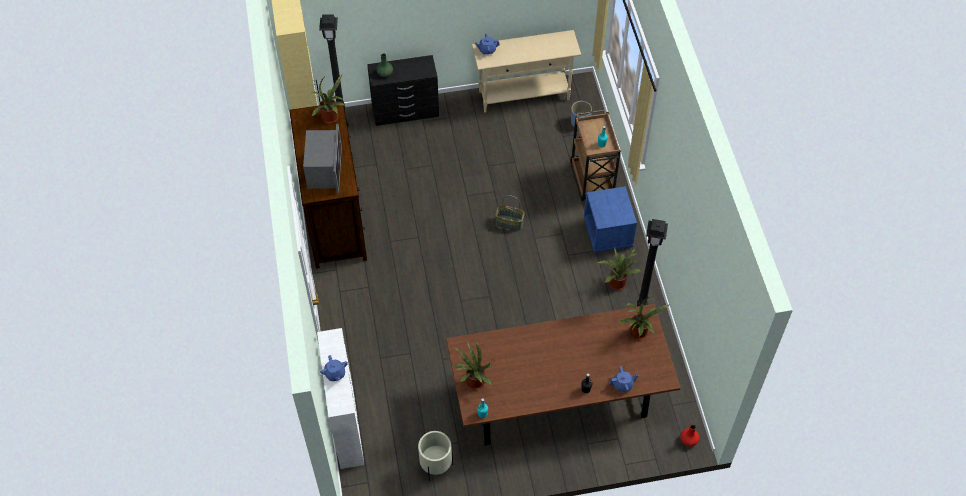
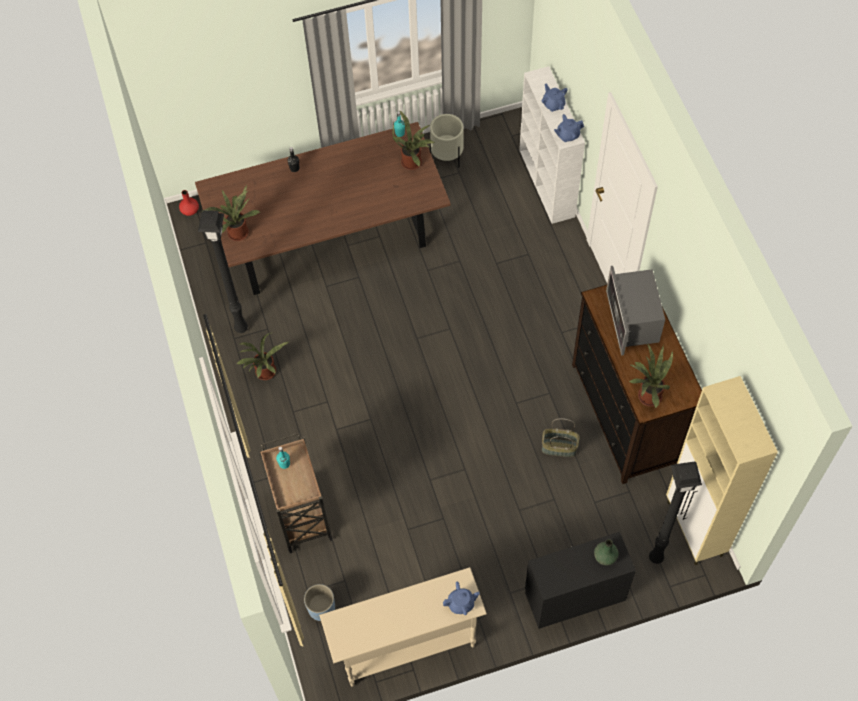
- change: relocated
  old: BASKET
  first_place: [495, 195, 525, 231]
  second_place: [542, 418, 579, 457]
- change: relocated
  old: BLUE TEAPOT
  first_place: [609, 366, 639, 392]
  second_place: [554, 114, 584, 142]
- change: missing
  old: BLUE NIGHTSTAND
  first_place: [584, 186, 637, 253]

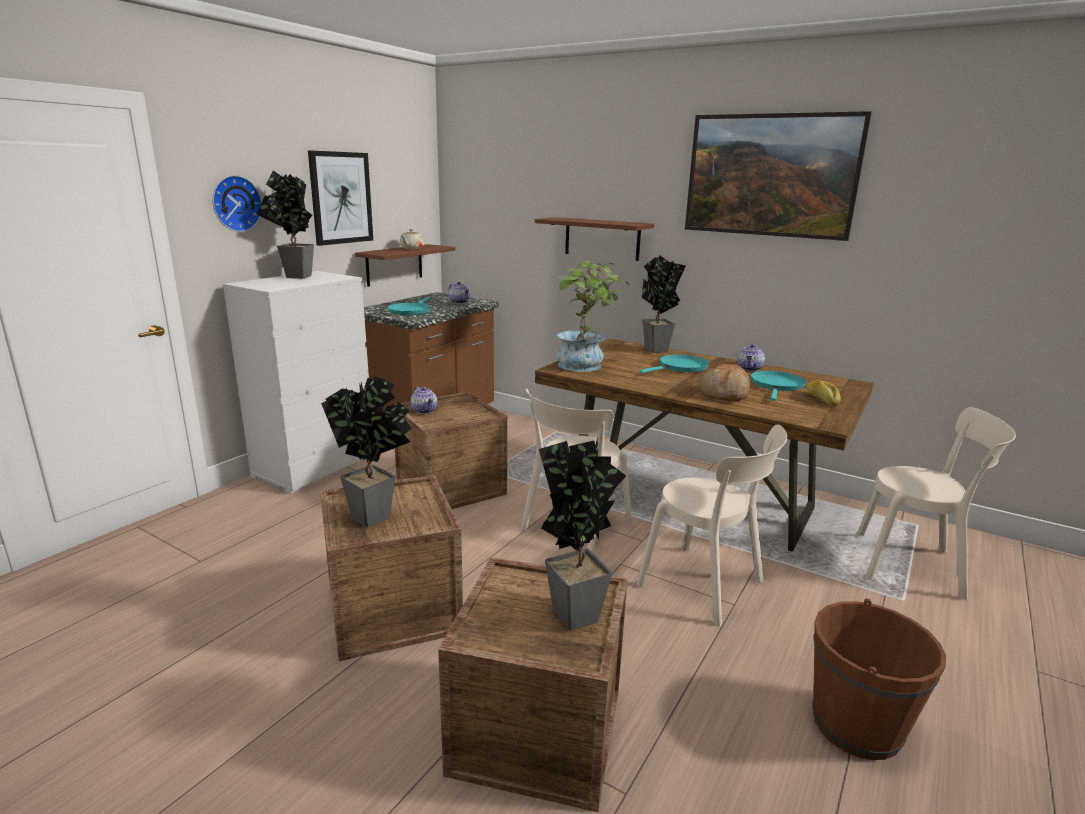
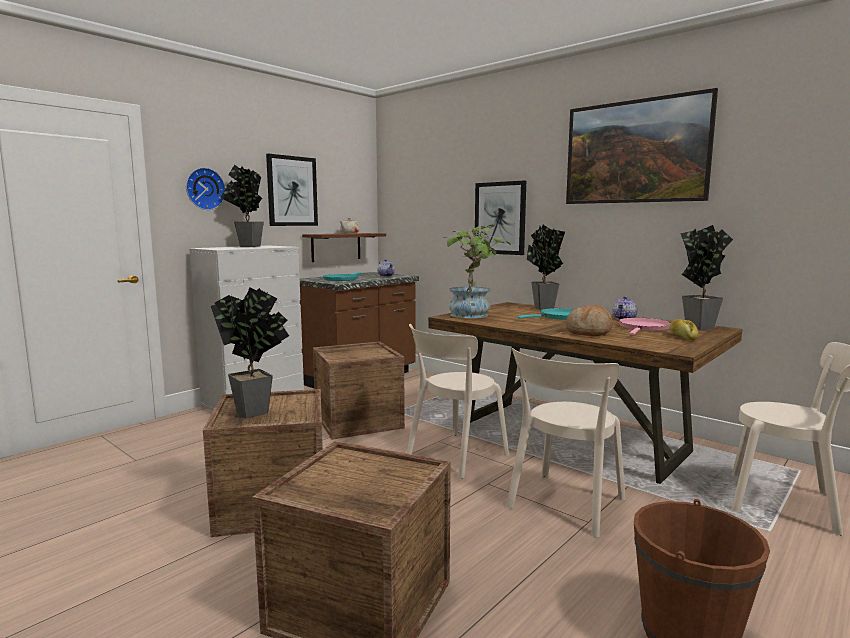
- change: exchanged
  old: BROWN SHELF
  new: PICTURE
  first_place: [535, 217, 654, 261]
  second_place: [474, 180, 526, 255]
- change: spun
  old: BEIGE CHAIR
  first_place: [637, 425, 787, 626]
  second_place: [506, 348, 626, 538]
  degrees: 75
- change: colour
  old: TURQUOISE FRYING PAN
  new: PINK FRYING PAN
  first_place: [750, 371, 806, 401]
  second_place: [619, 318, 671, 335]
- change: relocated
  old: POTTED PLANT
  first_place: [539, 437, 626, 631]
  second_place: [680, 225, 733, 330]
- change: missing
  old: TEAPOT
  first_place: [411, 386, 437, 414]

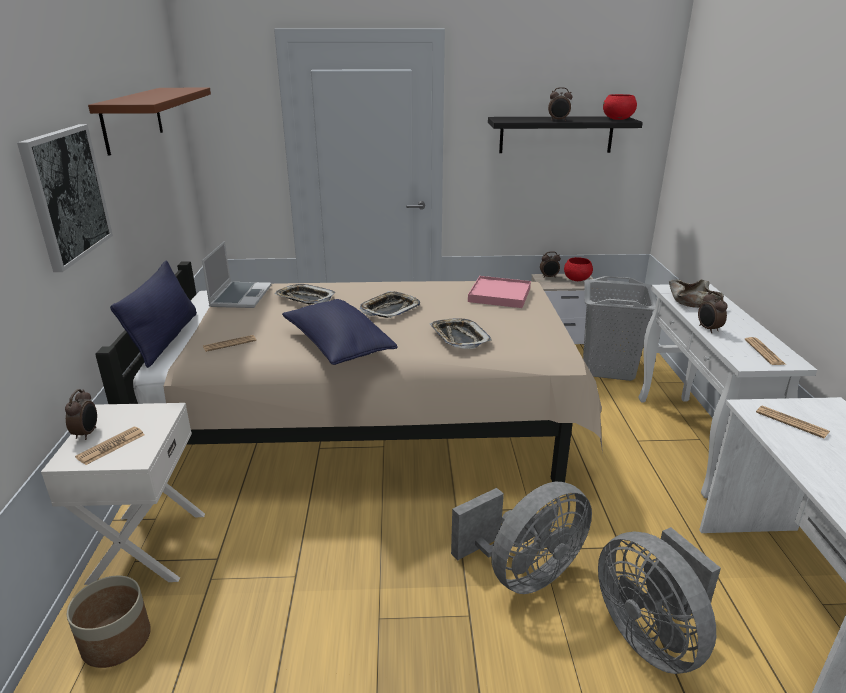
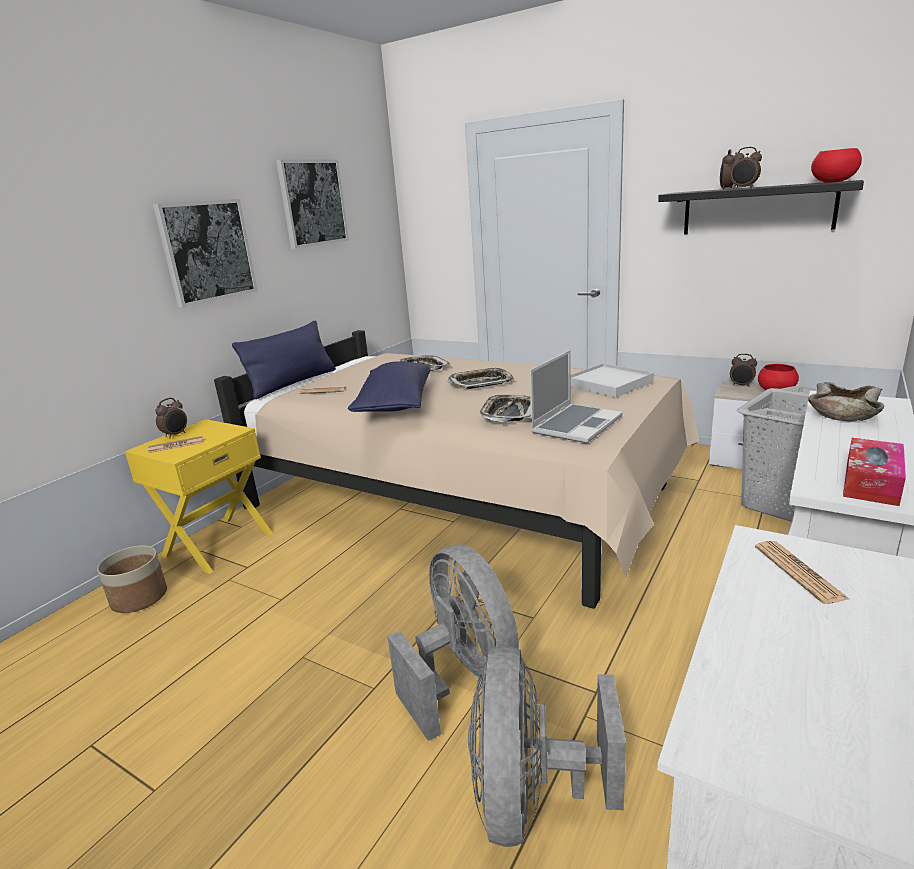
- change: colour
  old: WHITE NIGHTSTAND
  new: YELLOW NIGHTSTAND
  first_place: [41, 403, 205, 585]
  second_place: [124, 419, 273, 574]
- change: exchanged
  old: BROWN SHELF
  new: PICTURE
  first_place: [88, 88, 211, 156]
  second_place: [276, 159, 349, 249]
- change: spun
  old: GREY FAN
  first_place: [451, 482, 592, 594]
  second_place: [387, 544, 519, 741]
  degrees: -120
- change: relocated
  old: LAPTOP
  first_place: [202, 241, 272, 308]
  second_place: [530, 350, 623, 443]
- change: colour
  old: PINK TRAY
  new: WHITE TRAY
  first_place: [468, 276, 531, 308]
  second_place: [571, 363, 654, 398]
- change: relocated
  old: ALARM CLOCK
  first_place: [698, 291, 728, 333]
  second_place: [720, 149, 734, 190]
- change: exchanged
  old: NEWSPAPER
  new: TISSUE BOX
  first_place: [745, 337, 786, 365]
  second_place: [843, 438, 906, 506]

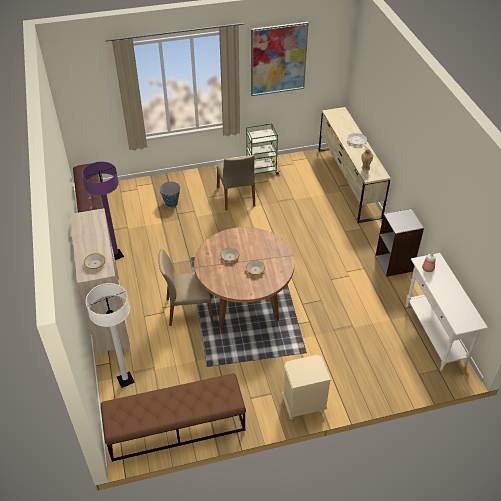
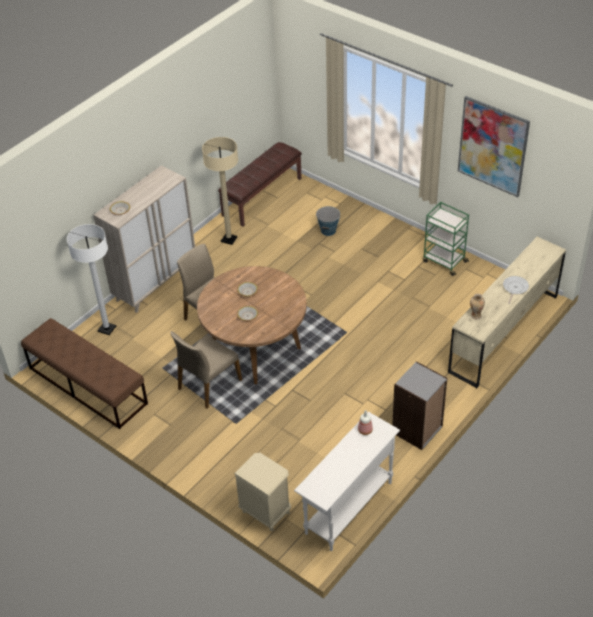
- change: relocated
  old: BEIGE CHAIR
  first_place: [217, 154, 255, 210]
  second_place: [170, 331, 242, 408]
- change: colour
  old: PURPLE FLOOR LAMP
  new: BEIGE FLOOR LAMP
  first_place: [82, 162, 124, 260]
  second_place: [202, 137, 238, 245]
- change: relocated
  old: BEIGE NIGHTSTAND
  first_place: [282, 355, 332, 420]
  second_place: [234, 453, 291, 531]

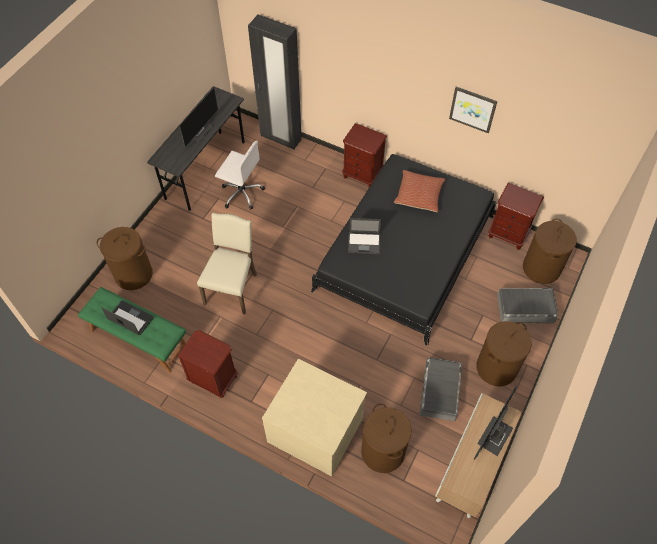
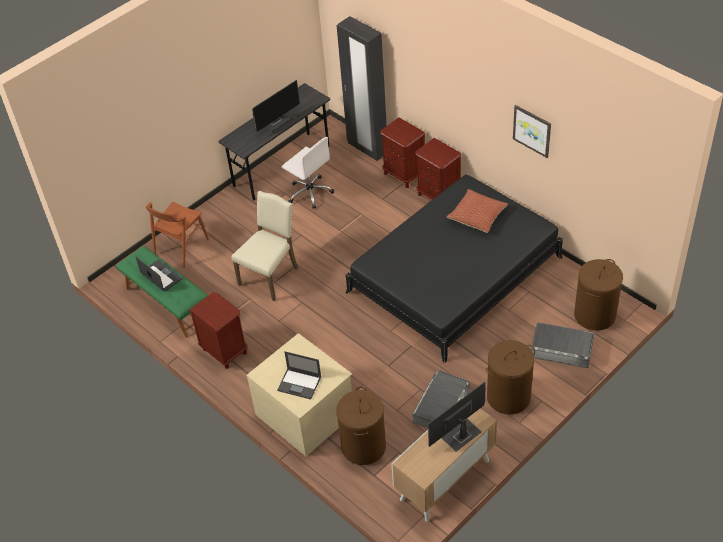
- change: exchanged
  old: BROWN LAUNDRY BASKET
  new: BROWN CHAIR
  first_place: [97, 227, 153, 290]
  second_place: [146, 202, 209, 268]
- change: relocated
  old: LAPTOP
  first_place: [348, 218, 382, 254]
  second_place: [277, 351, 321, 399]
- change: relocated
  old: BROWN NIGHTSTAND
  first_place: [488, 183, 544, 250]
  second_place: [380, 118, 426, 188]

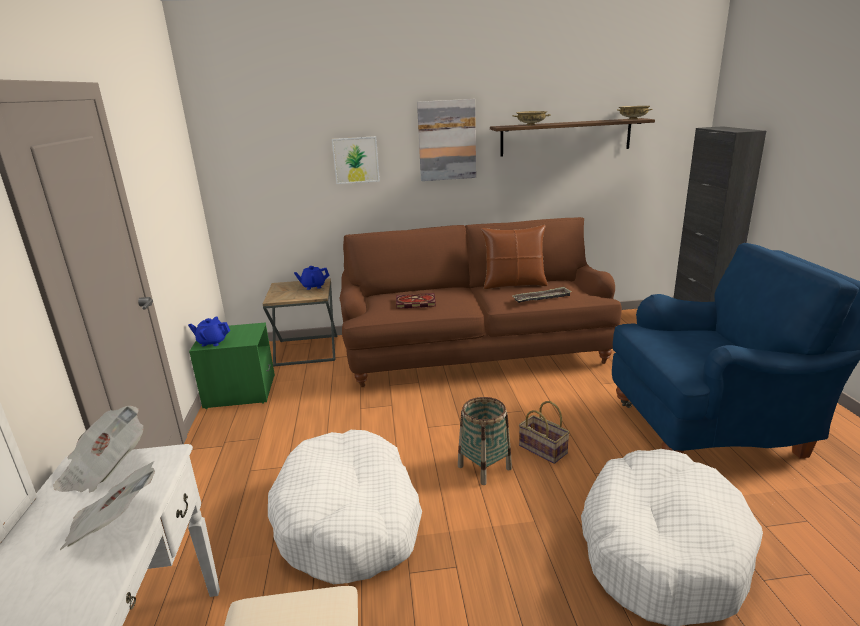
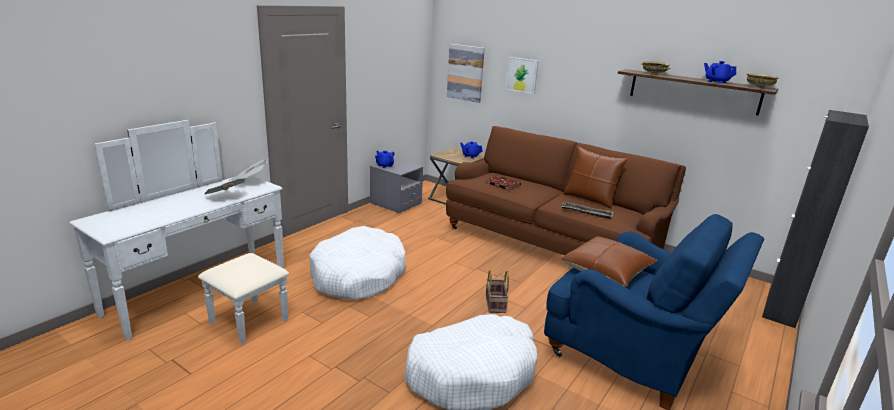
- change: colour
  old: GREEN NIGHTSTAND
  new: GREY NIGHTSTAND
  first_place: [189, 322, 275, 409]
  second_place: [370, 159, 423, 213]
- change: relocated
  old: PICTURE
  first_place: [417, 99, 476, 181]
  second_place: [447, 44, 485, 103]
- change: appeared
  new: BROWN PILLOW
  second_place: [561, 237, 658, 287]
- change: appeared
  new: BLUE TEAPOT
  second_place: [704, 61, 736, 84]
- change: missing
  old: BASKET
  first_place: [458, 397, 512, 485]

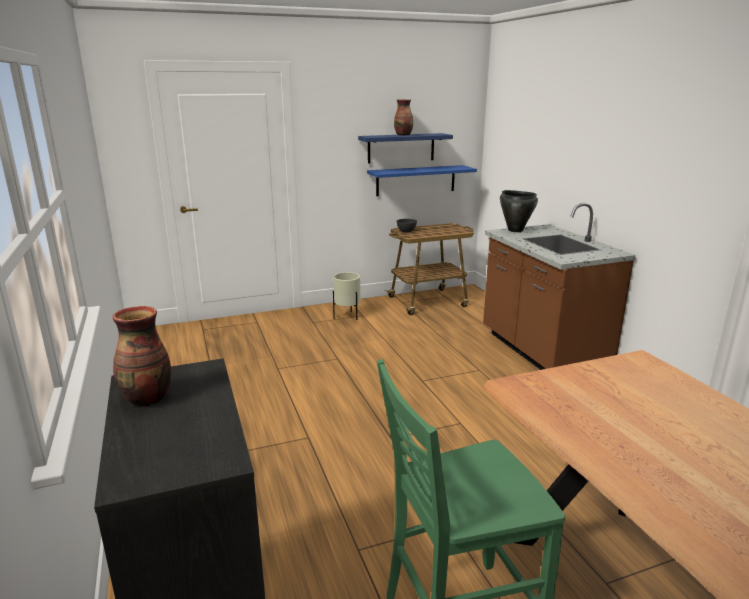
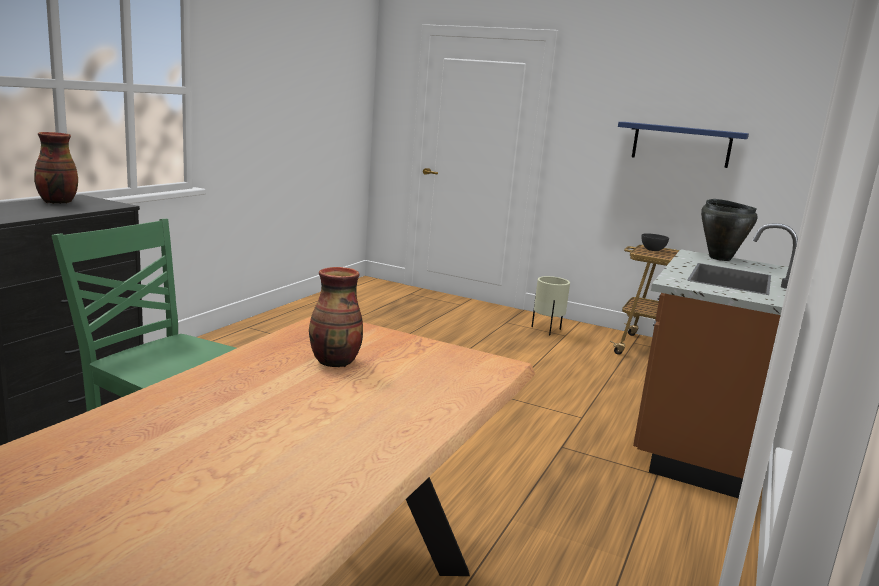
- change: relocated
  old: VASE
  first_place: [394, 99, 413, 135]
  second_place: [309, 267, 363, 367]
- change: missing
  old: BLUE SHELF
  first_place: [367, 165, 477, 196]

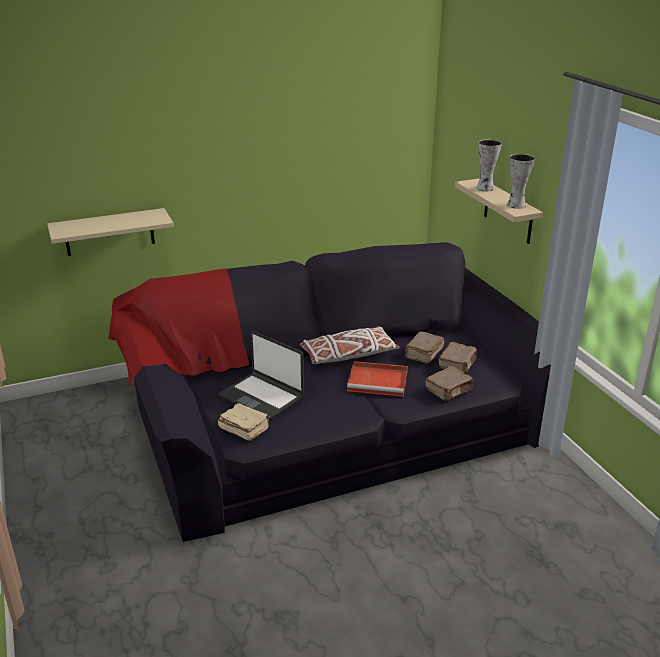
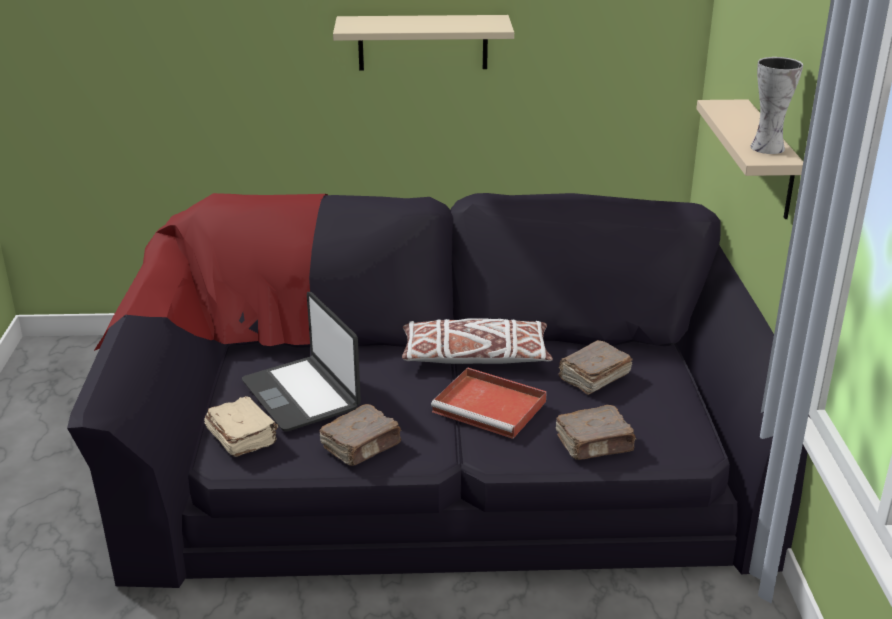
- change: relocated
  old: BROWN BOOK
  first_place: [439, 342, 477, 374]
  second_place: [319, 404, 402, 466]
- change: relocated
  old: BEIGE SHELF
  first_place: [47, 208, 174, 256]
  second_place: [333, 15, 514, 71]
- change: missing
  old: VASE
  first_place: [476, 139, 502, 191]

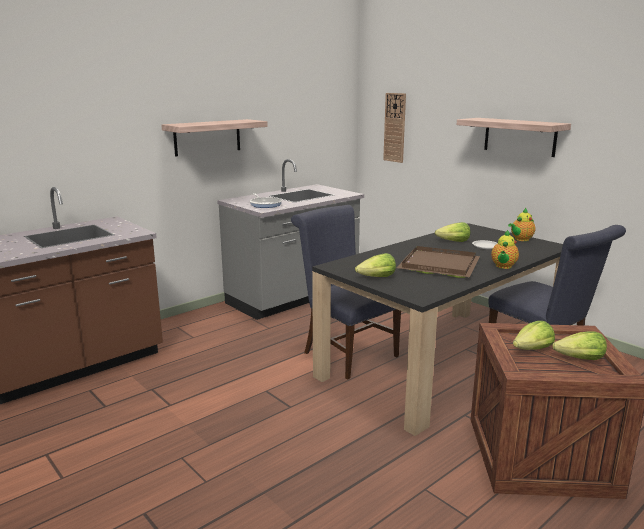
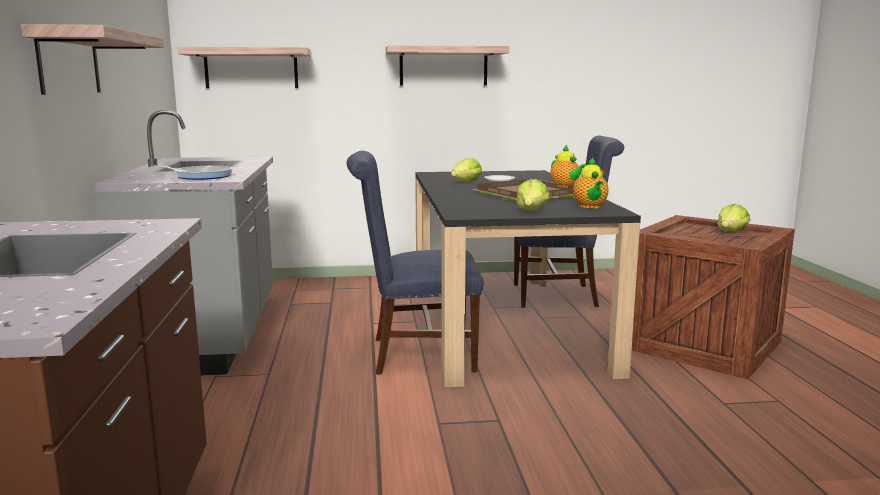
- change: exchanged
  old: WALL CLOCK
  new: SHELF
  first_place: [383, 93, 406, 163]
  second_place: [178, 47, 311, 88]
- change: relocated
  old: TEAPOT
  first_place: [508, 208, 536, 241]
  second_place: [573, 157, 609, 208]
- change: missing
  old: LETTUCE
  first_place: [513, 321, 555, 350]

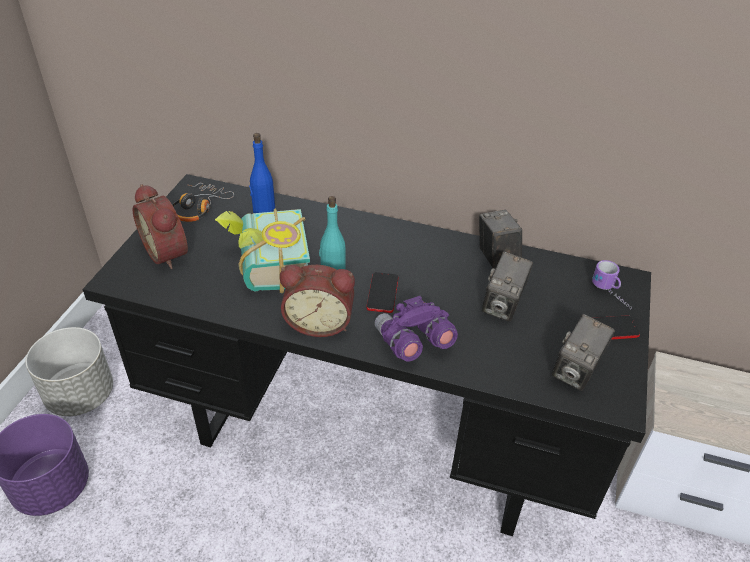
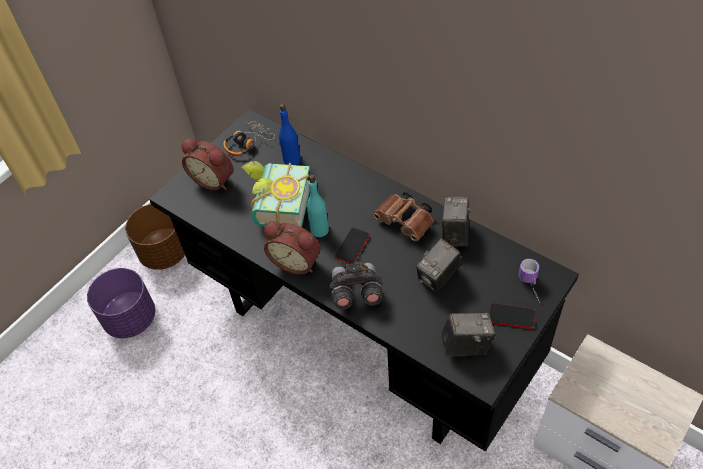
- change: colour
  old: GREY PLANTER
  new: BROWN PLANTER
  first_place: [26, 327, 113, 416]
  second_place: [125, 204, 185, 270]
- change: spun
  old: ALARM CLOCK
  first_place: [133, 184, 188, 269]
  second_place: [182, 139, 234, 191]
  degrees: -45
- change: colour
  old: PURPLE BINOCULARS
  new: GREY BINOCULARS
  first_place: [374, 296, 458, 362]
  second_place: [329, 262, 383, 310]
- change: appeared
  new: BROWN BINOCULARS
  second_place: [373, 192, 434, 241]
- change: spun
  old: PHOTO CAMERA
  first_place: [552, 314, 615, 391]
  second_place: [441, 313, 495, 357]
  degrees: -150

